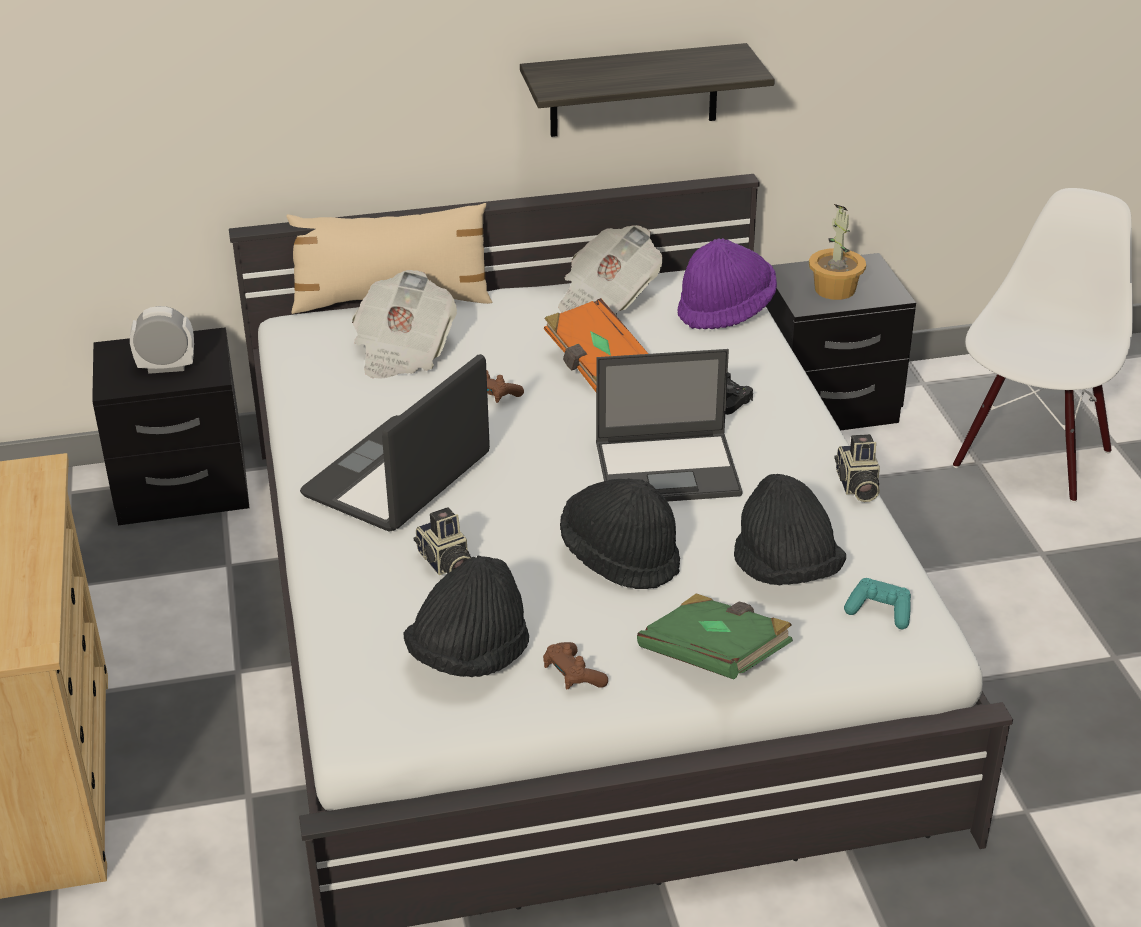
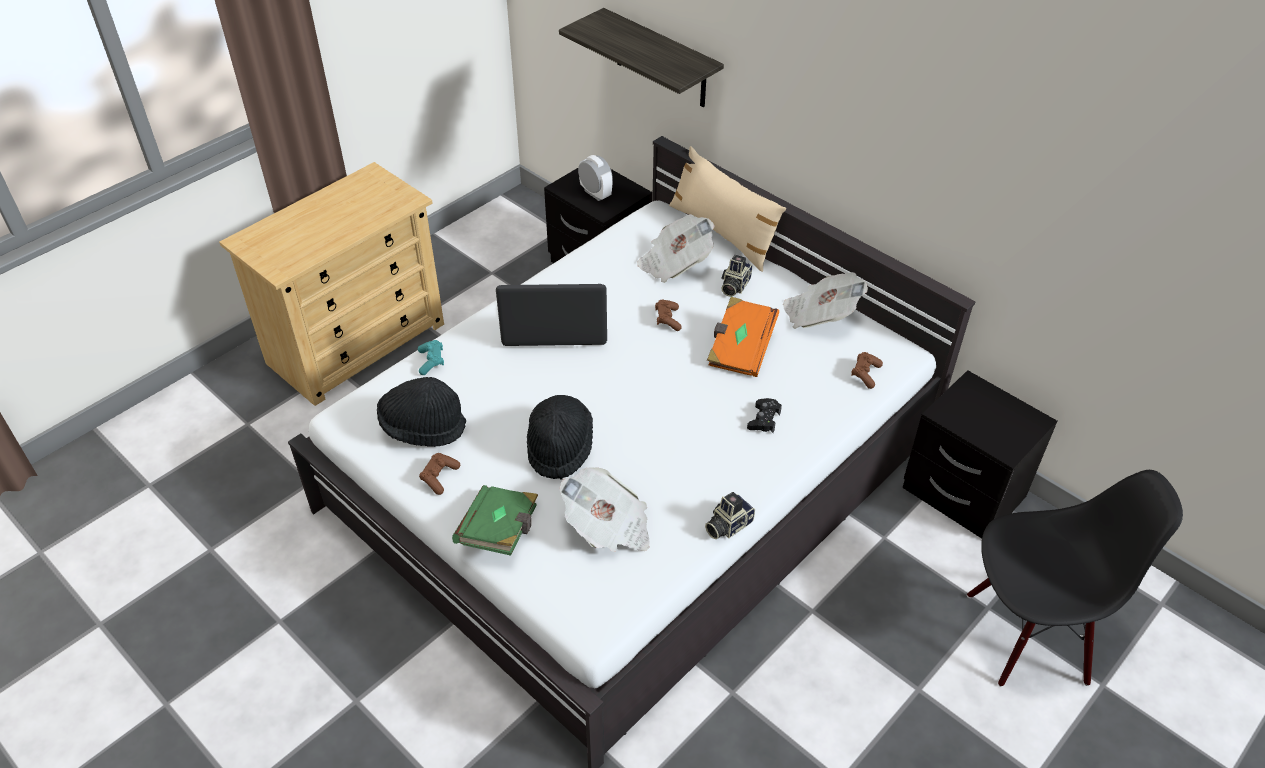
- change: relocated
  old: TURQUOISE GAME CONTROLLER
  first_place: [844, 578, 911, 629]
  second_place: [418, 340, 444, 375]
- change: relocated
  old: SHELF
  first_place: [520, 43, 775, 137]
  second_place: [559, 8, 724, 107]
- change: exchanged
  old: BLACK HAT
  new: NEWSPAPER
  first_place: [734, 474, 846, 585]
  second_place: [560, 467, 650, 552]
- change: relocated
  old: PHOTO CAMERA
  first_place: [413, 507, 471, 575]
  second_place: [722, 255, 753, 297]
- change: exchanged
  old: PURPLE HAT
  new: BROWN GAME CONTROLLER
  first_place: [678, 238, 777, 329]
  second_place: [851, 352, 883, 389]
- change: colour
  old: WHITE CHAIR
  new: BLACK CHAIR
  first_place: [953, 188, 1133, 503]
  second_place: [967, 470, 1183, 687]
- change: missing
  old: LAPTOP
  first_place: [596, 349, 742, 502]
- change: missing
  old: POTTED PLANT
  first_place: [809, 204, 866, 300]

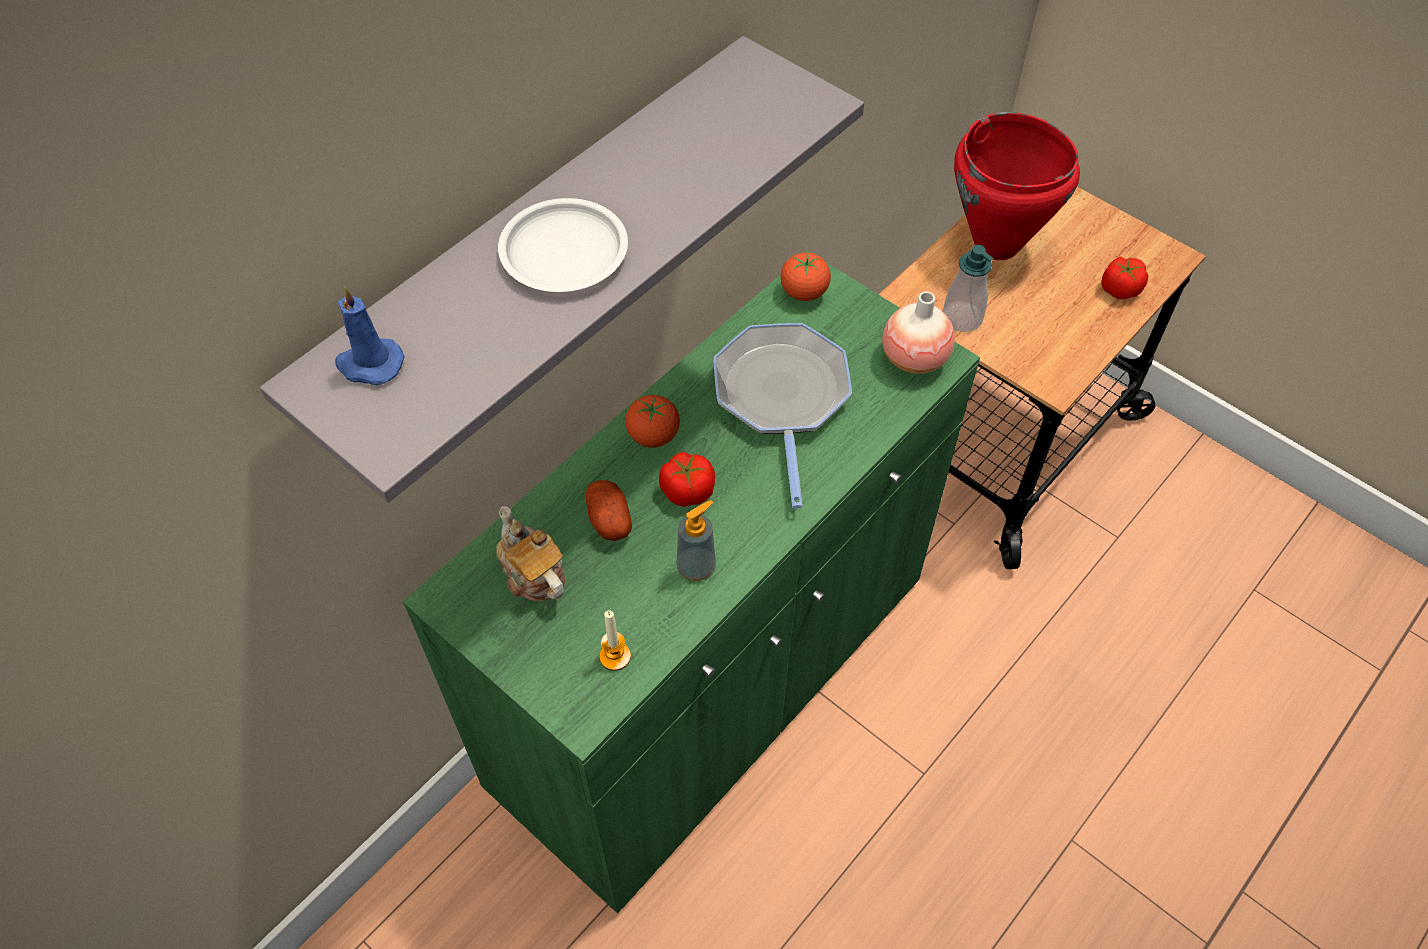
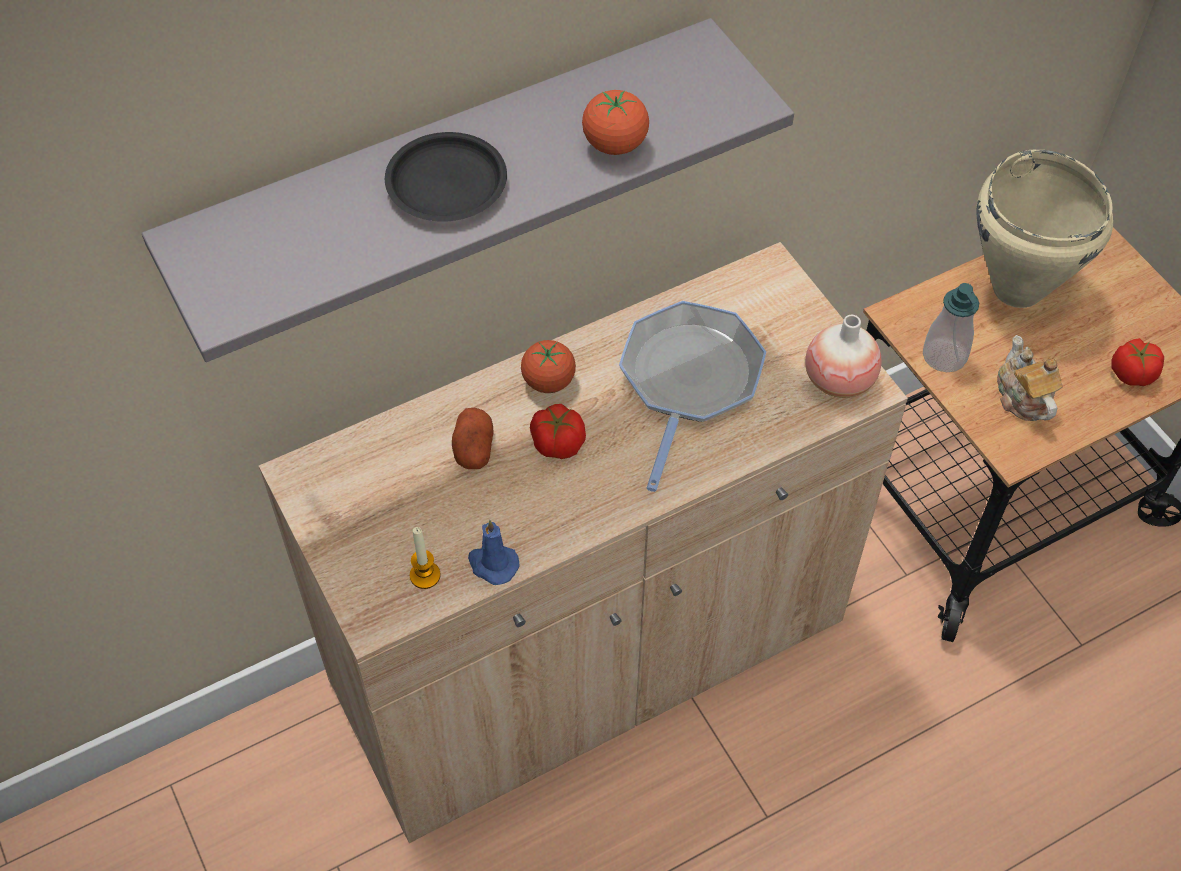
- change: colour
  old: GREEN CABINET
  new: BEIGE CABINET
  first_place: [403, 251, 980, 914]
  second_place: [259, 242, 908, 843]
- change: colour
  old: WHITE PLATE
  new: BLACK PLATE
  first_place: [498, 198, 628, 292]
  second_place: [385, 132, 507, 222]
- change: relocated
  old: BLUE CANDLE
  first_place: [335, 286, 404, 385]
  second_place: [468, 520, 520, 585]
- change: relocated
  old: TOMATO
  first_place: [781, 253, 831, 301]
  second_place: [582, 90, 649, 155]
- change: colour
  old: RED COOKING POT
  new: BEIGE COOKING POT
  first_place: [954, 112, 1080, 260]
  second_place: [976, 150, 1113, 308]
- change: relocated
  old: TEAPOT
  first_place: [496, 506, 565, 602]
  second_place: [997, 335, 1063, 421]
- change: missing
  old: SOAP DISPENSER
  first_place: [677, 500, 716, 581]

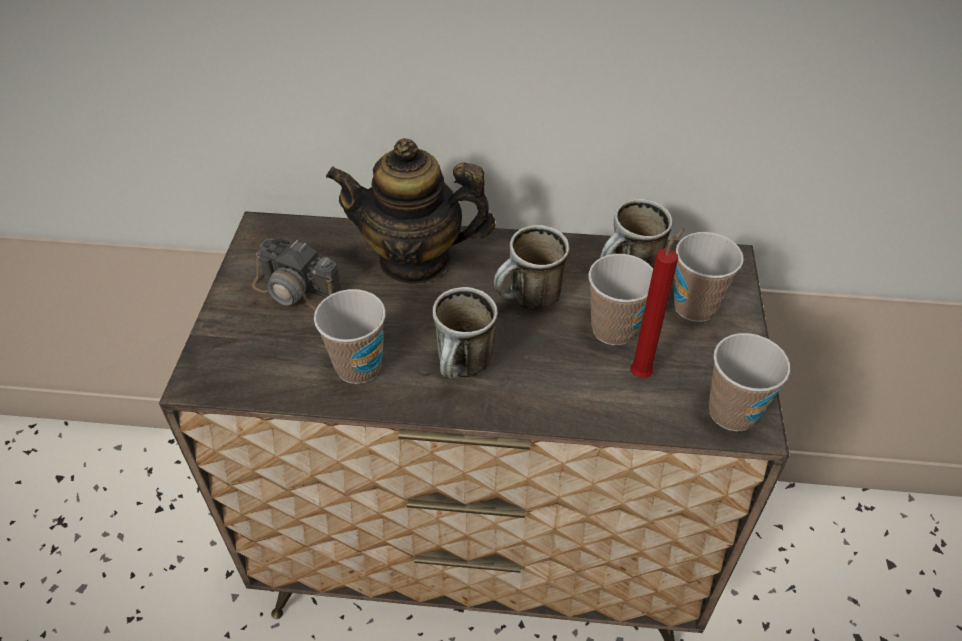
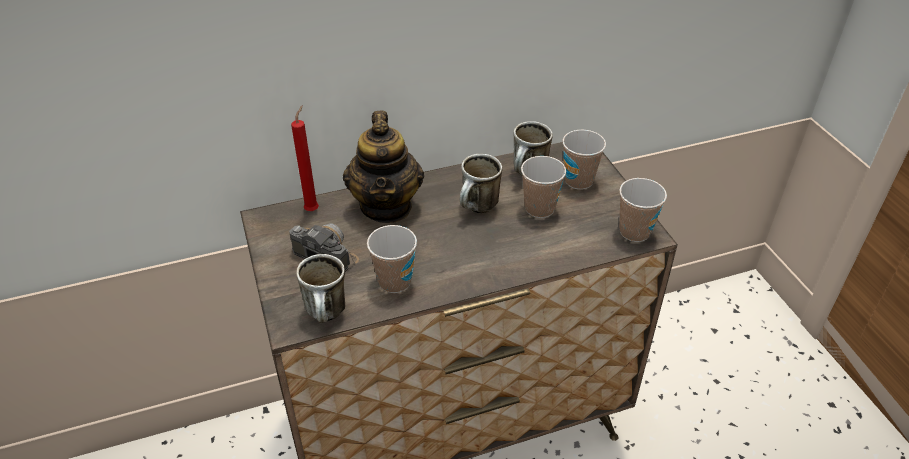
- change: spun
  old: PHOTO CAMERA
  first_place: [252, 239, 342, 311]
  second_place: [289, 223, 359, 272]
  degrees: -150
- change: relocated
  old: RED CANDLE
  first_place: [630, 228, 685, 378]
  second_place: [291, 105, 319, 211]
- change: relocated
  old: MUG
  first_place: [433, 287, 498, 379]
  second_place: [296, 254, 345, 323]
- change: spun
  old: TEAPOT
  first_place: [326, 138, 496, 284]
  second_place: [343, 111, 424, 223]
  degrees: -75

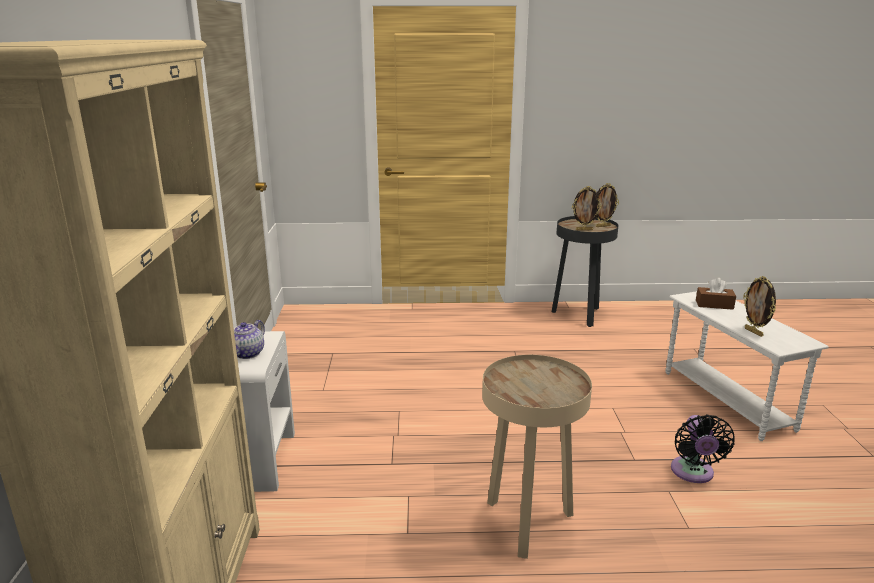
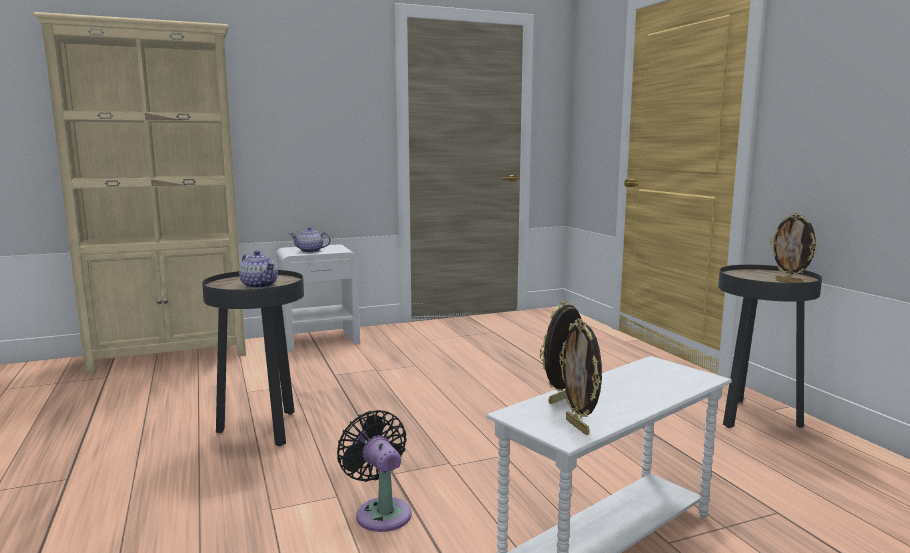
- change: colour
  old: BEIGE SIDE TABLE
  new: BLACK SIDE TABLE
  first_place: [482, 355, 592, 559]
  second_place: [202, 270, 304, 446]
- change: appeared
  new: TEAPOT
  second_place: [239, 250, 278, 289]
- change: spun
  old: BLACK FAN
  first_place: [671, 415, 735, 483]
  second_place: [337, 410, 412, 532]
  degrees: 75
- change: relocated
  old: PICTURE FRAME
  first_place: [572, 186, 602, 230]
  second_place: [559, 318, 602, 435]
- change: missing
  old: BROWN TISSUE BOX
  first_place: [696, 278, 736, 310]

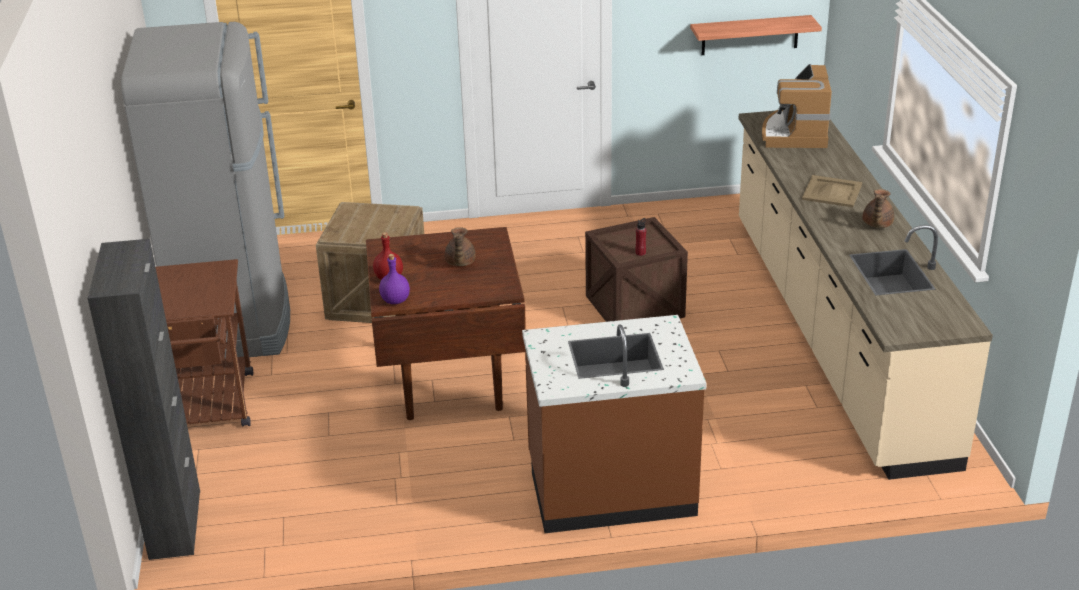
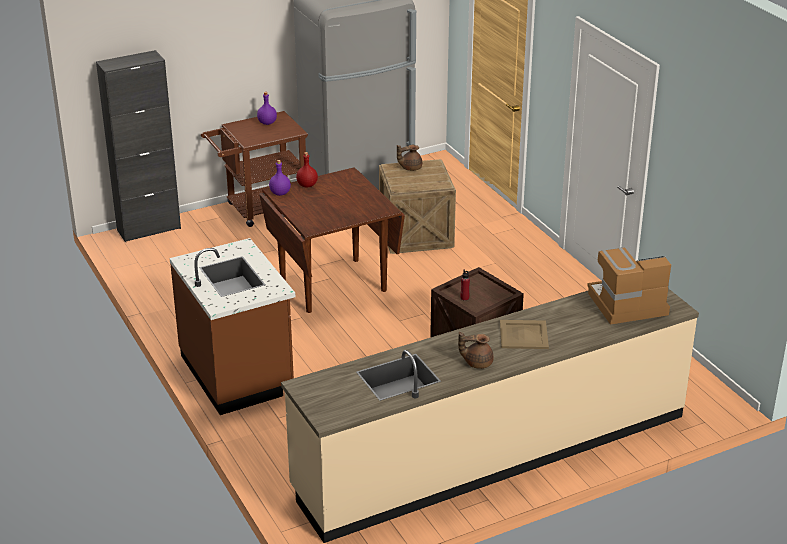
- change: appeared
  new: PURPLE BOTTLE
  second_place: [257, 92, 277, 125]
- change: relocated
  old: BROWN TEAPOT
  first_place: [445, 227, 476, 266]
  second_place: [397, 145, 422, 171]
- change: missing
  old: SHELF
  first_place: [690, 15, 822, 55]

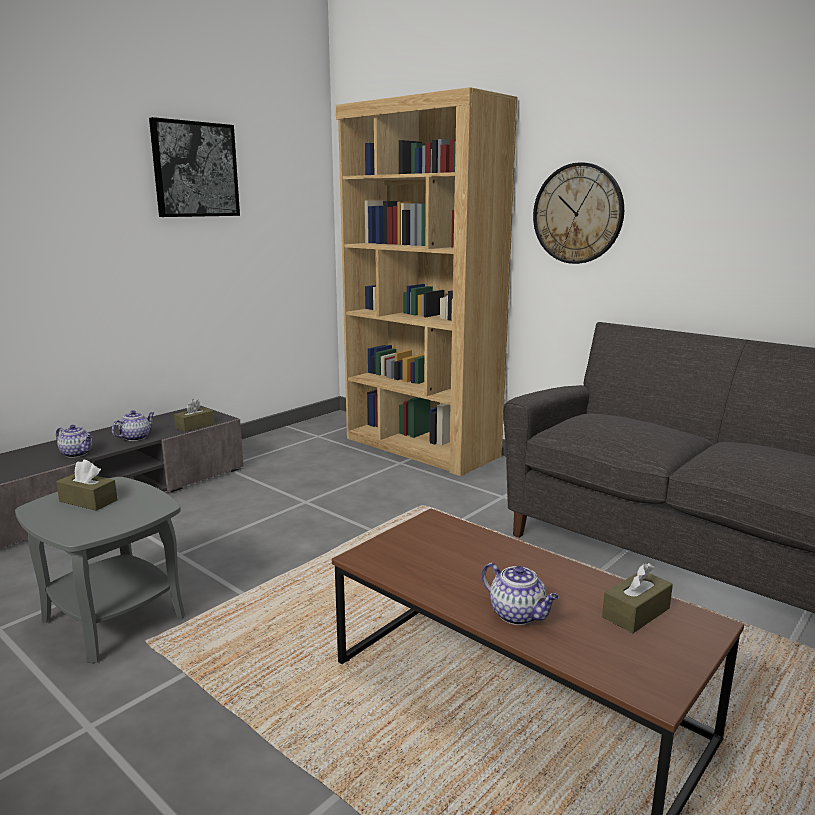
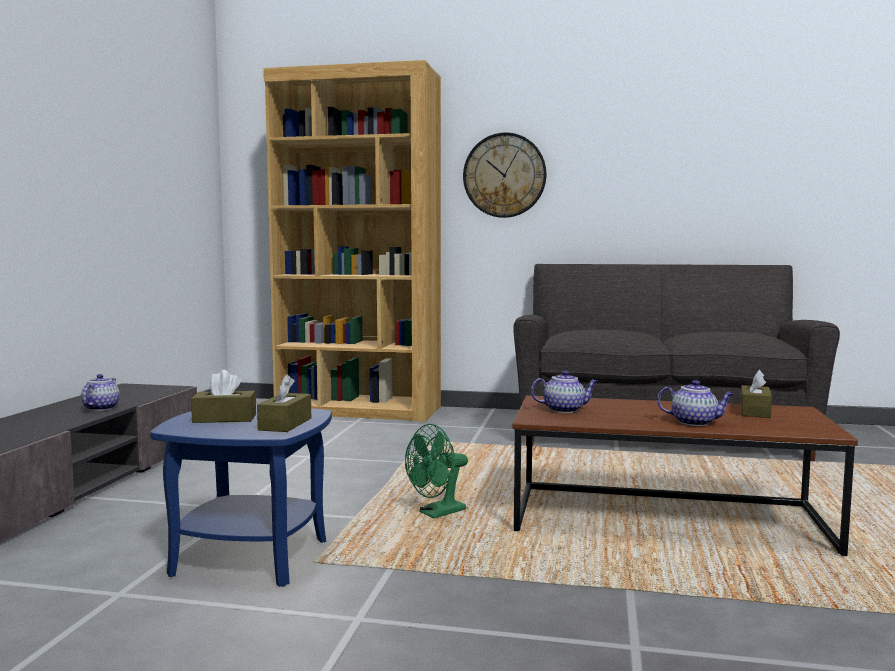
- change: colour
  old: GREY SIDE TABLE
  new: BLUE SIDE TABLE
  first_place: [15, 477, 185, 664]
  second_place: [150, 405, 332, 587]
- change: relocated
  old: BROWN TISSUE BOX
  first_place: [174, 399, 214, 432]
  second_place: [257, 374, 311, 432]
- change: appeared
  new: GREEN FAN
  second_place: [405, 424, 468, 518]
- change: relocated
  old: TEAPOT
  first_place: [56, 425, 92, 458]
  second_place: [531, 370, 598, 413]
- change: missing
  old: PICTURE
  first_place: [149, 117, 240, 217]

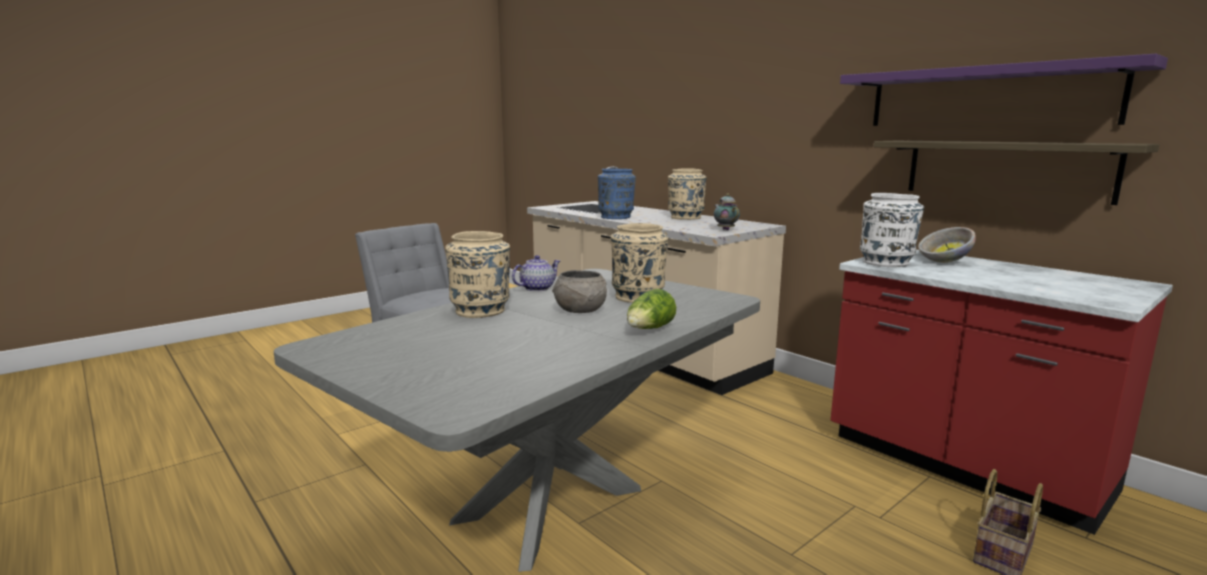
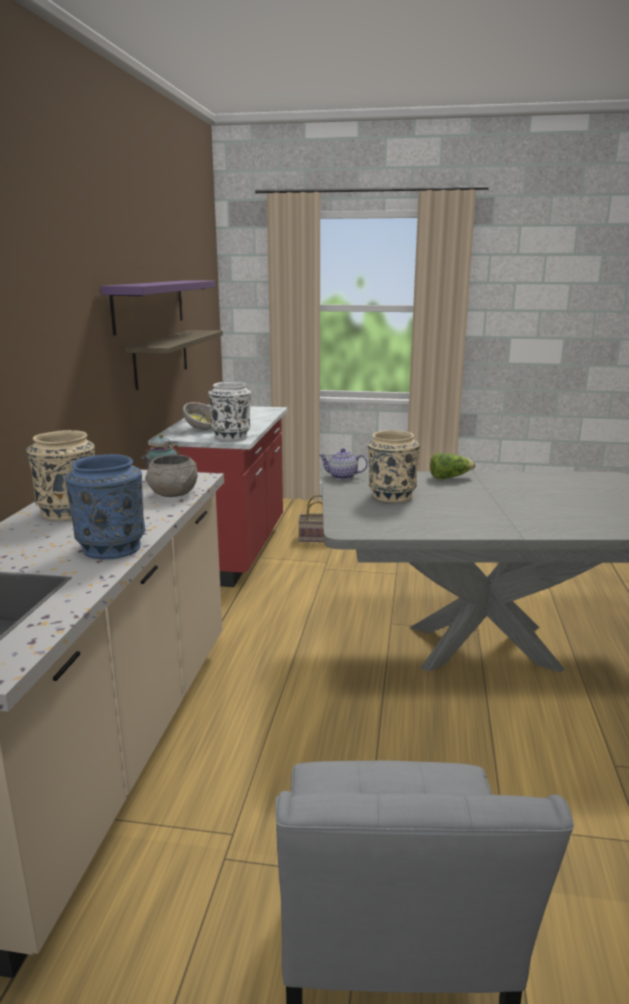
- change: relocated
  old: GREY BOWL
  first_place: [552, 270, 607, 313]
  second_place: [145, 455, 198, 497]
- change: relocated
  old: TEAPOT
  first_place: [512, 255, 560, 291]
  second_place: [319, 448, 368, 480]
- change: missing
  old: BEIGE VASE
  first_place: [445, 231, 510, 318]

